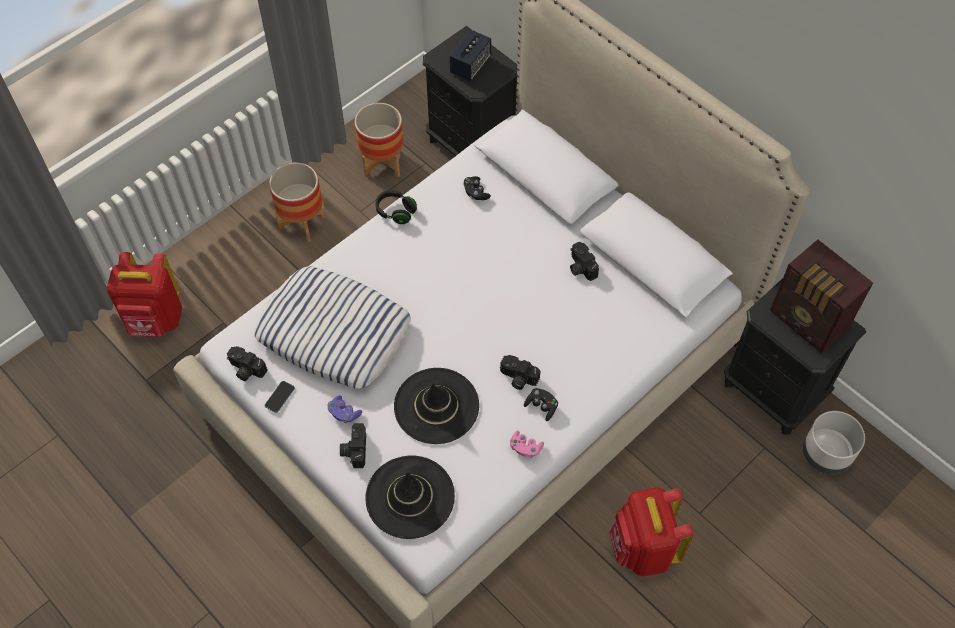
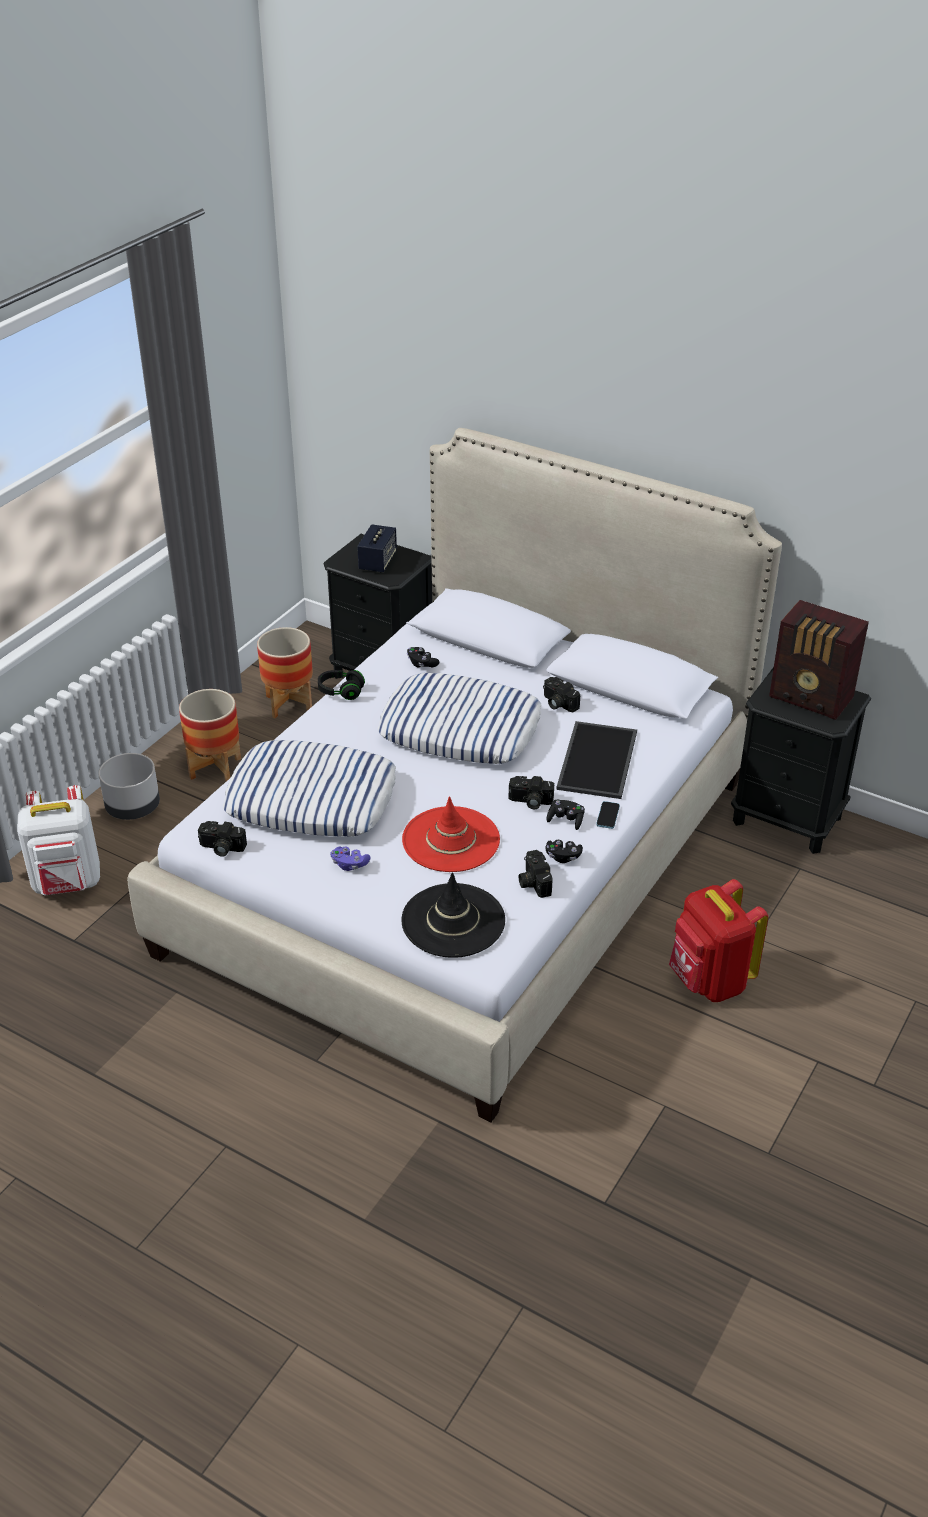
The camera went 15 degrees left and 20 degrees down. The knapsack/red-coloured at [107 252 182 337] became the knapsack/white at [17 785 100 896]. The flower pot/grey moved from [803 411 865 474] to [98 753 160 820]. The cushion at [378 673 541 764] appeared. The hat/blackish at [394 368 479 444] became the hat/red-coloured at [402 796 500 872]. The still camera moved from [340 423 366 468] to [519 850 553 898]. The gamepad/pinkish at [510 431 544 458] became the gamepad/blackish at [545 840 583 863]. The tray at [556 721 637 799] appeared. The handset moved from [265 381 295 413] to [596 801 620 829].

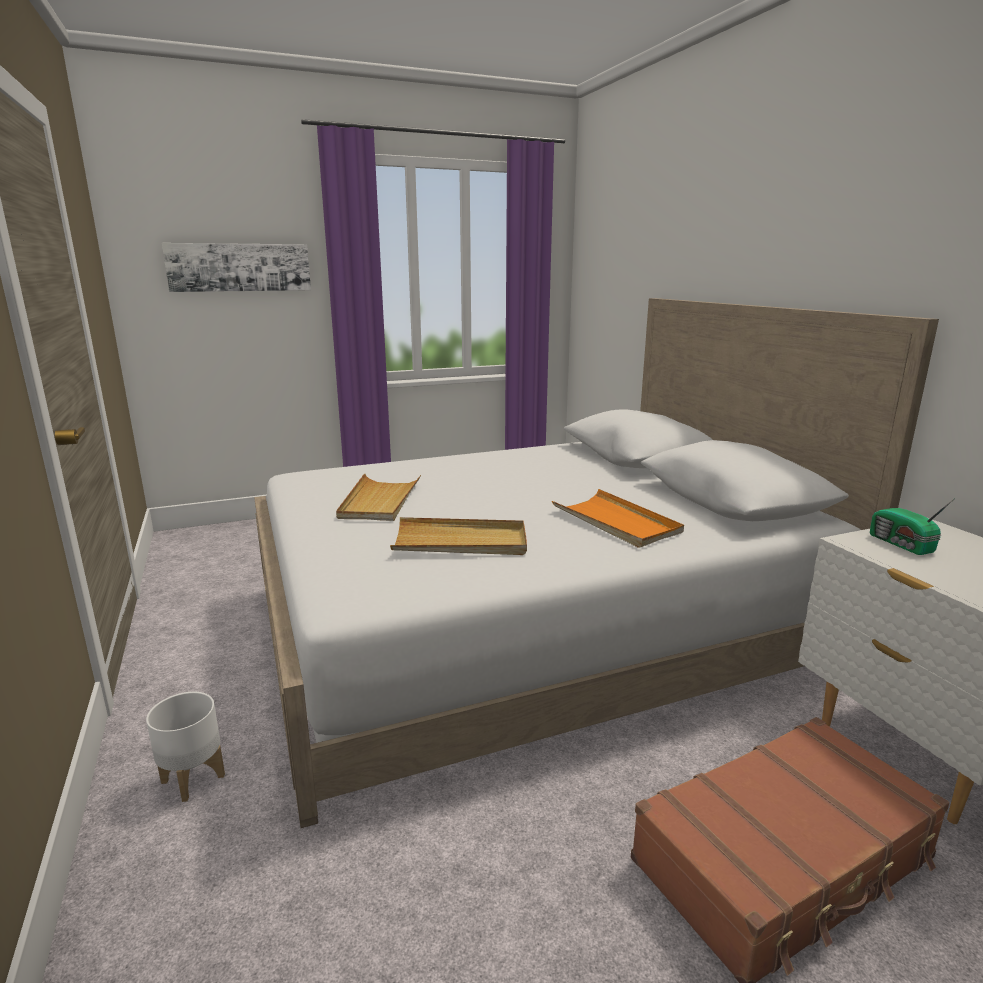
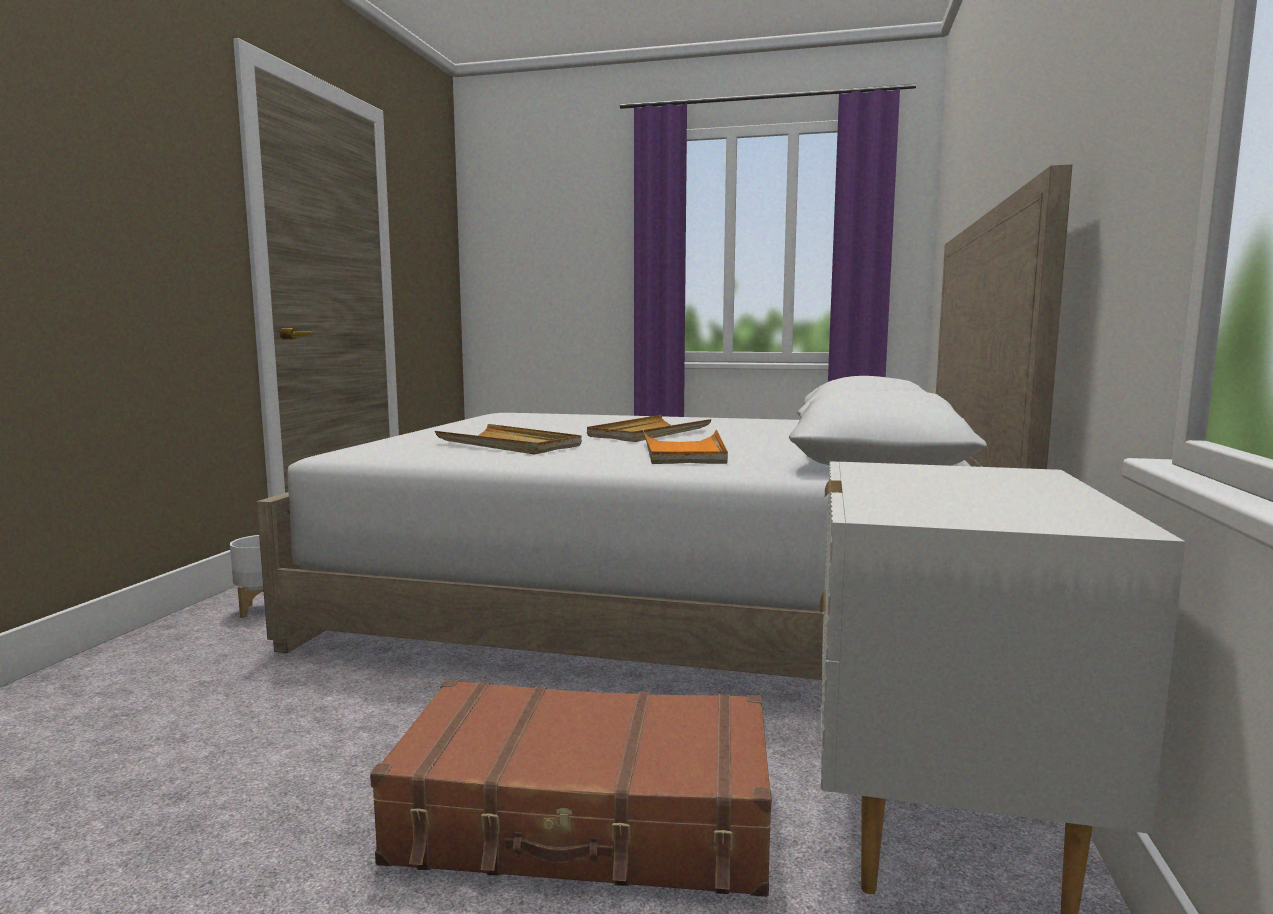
The camera went 35 degrees right and 10 degrees down. The tray/beige moved from [336 473 421 521] to [587 415 712 442]. The picture at [162 243 311 292] disappeared. The radio receiver at [870 498 955 555] disappeared.

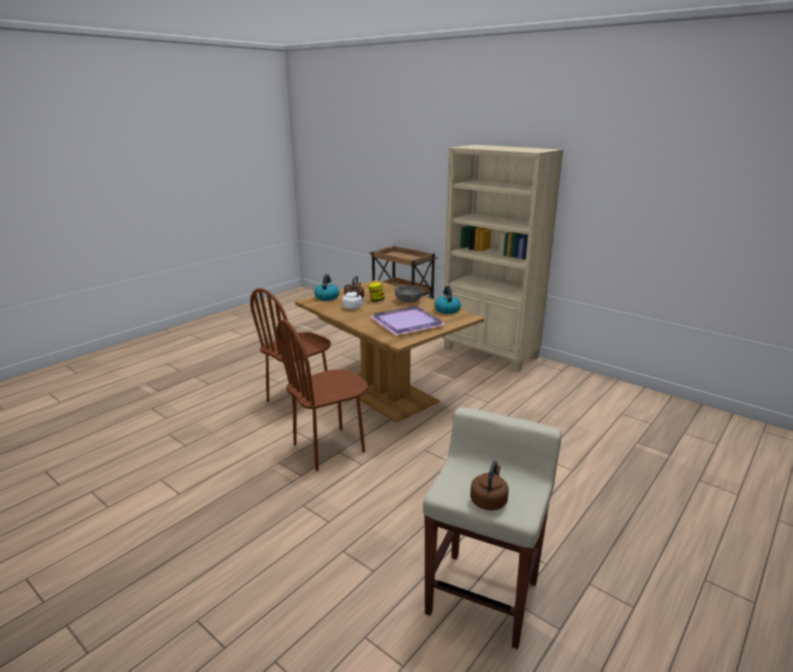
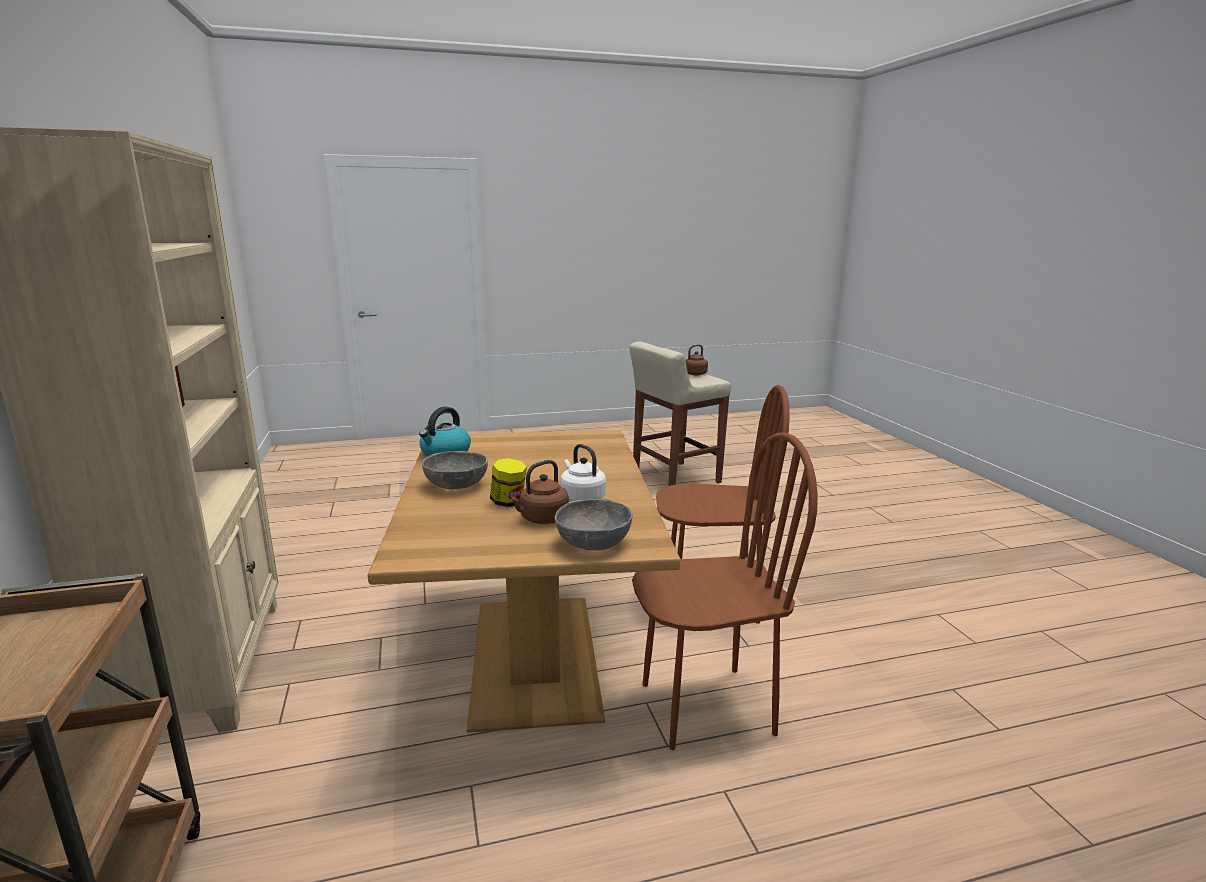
The camera went 145 degrees left and 5 degrees down. The water kettle at [314 274 339 301] was replaced by the bowl/grey at [555 499 633 550]. The tray/purple-coloured at [370 306 446 336] disappeared.

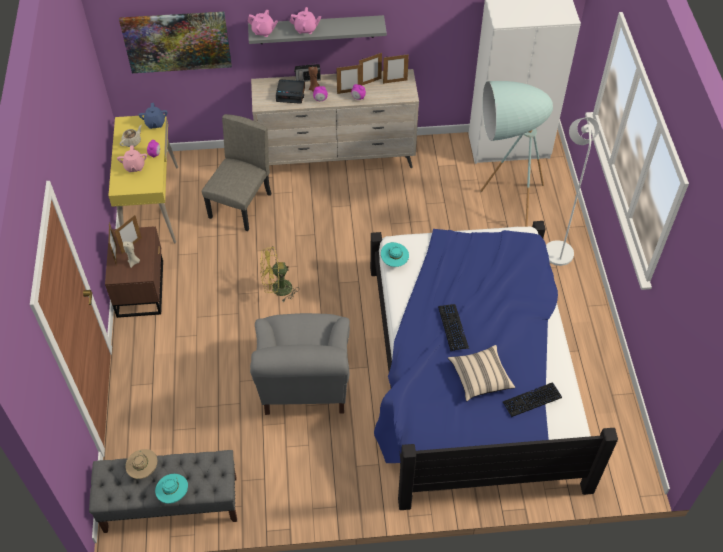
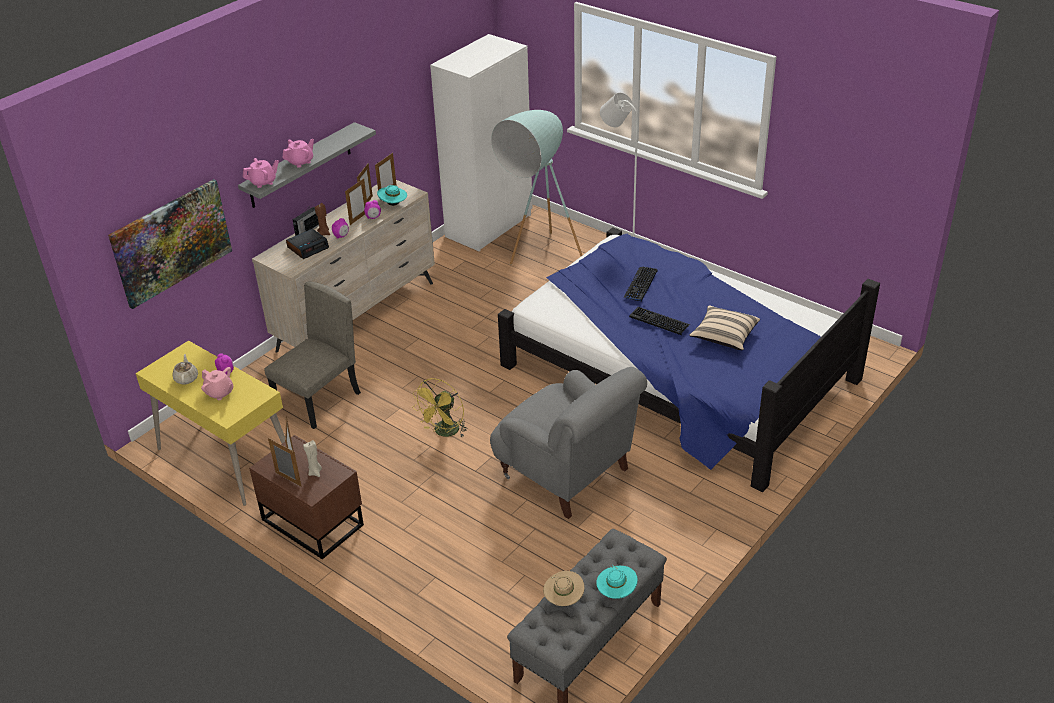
The camera went 45 degrees left and 15 degrees down. The plain chair/beige at [202 114 272 231] turned 60 degrees clockwise. The hat/turquoise moved from [381 242 409 267] to [377 185 407 206]. The PC keyboard moved from [503 382 562 417] to [624 267 658 301]. The tea pot/blue at [139 103 168 129] disappeared.

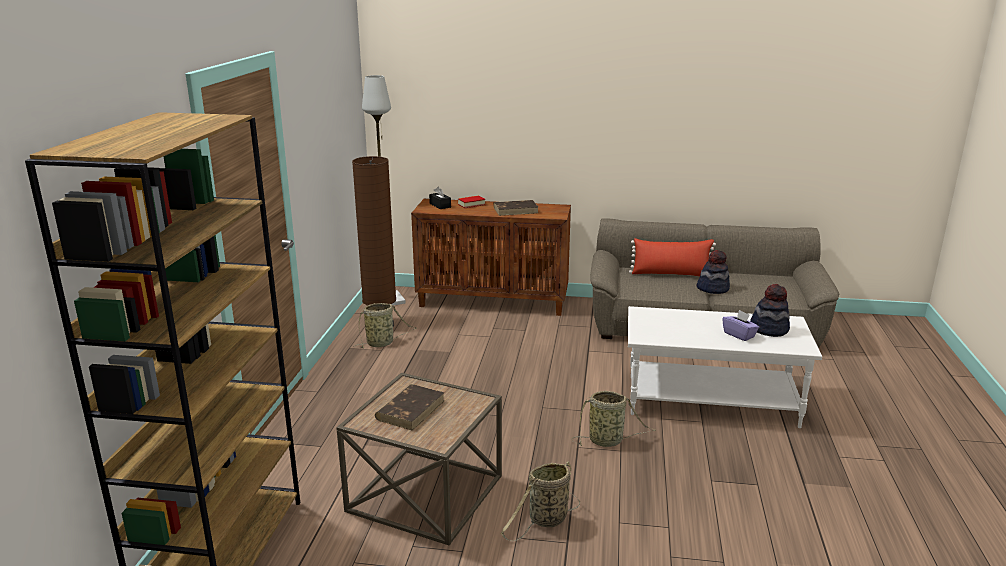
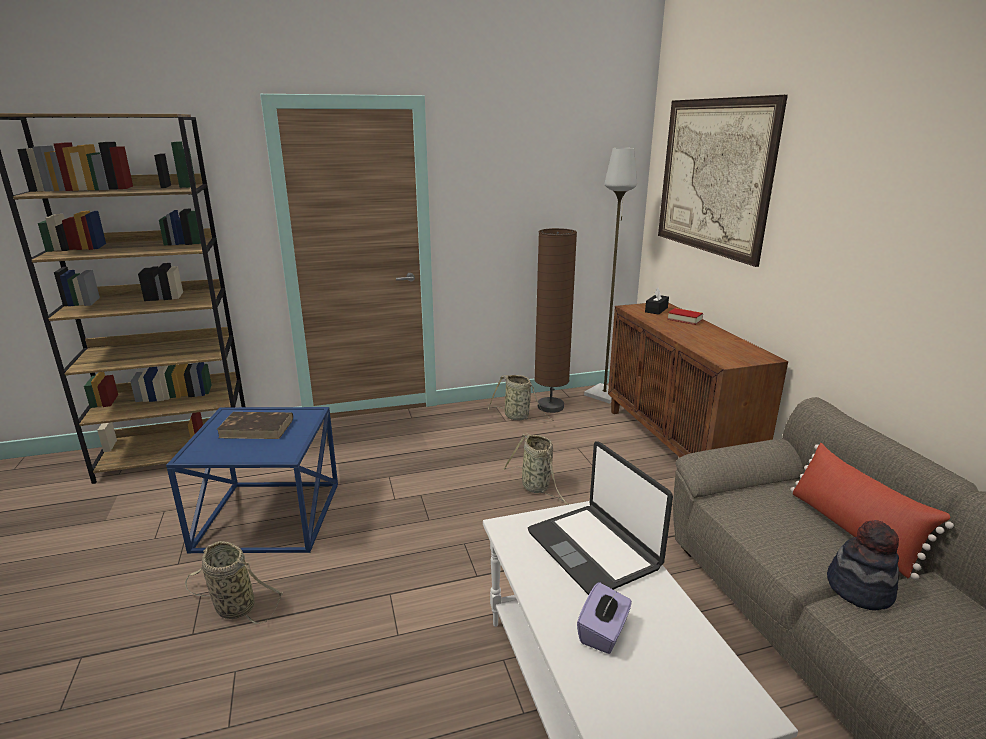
The camera went 65 degrees right and 0 degrees up. The accent table/brown-coloured at [336 373 502 546] became the accent table/blue at [166 407 338 553]. The storage basket moved from [571 391 656 447] to [503 433 569 505]. The notebook computer at [528 441 673 595] appeared. The picture at [658 95 788 267] appeared. The volume/brown-coloured at [493 200 538 216] disappeared. The hat at [750 284 790 337] disappeared.

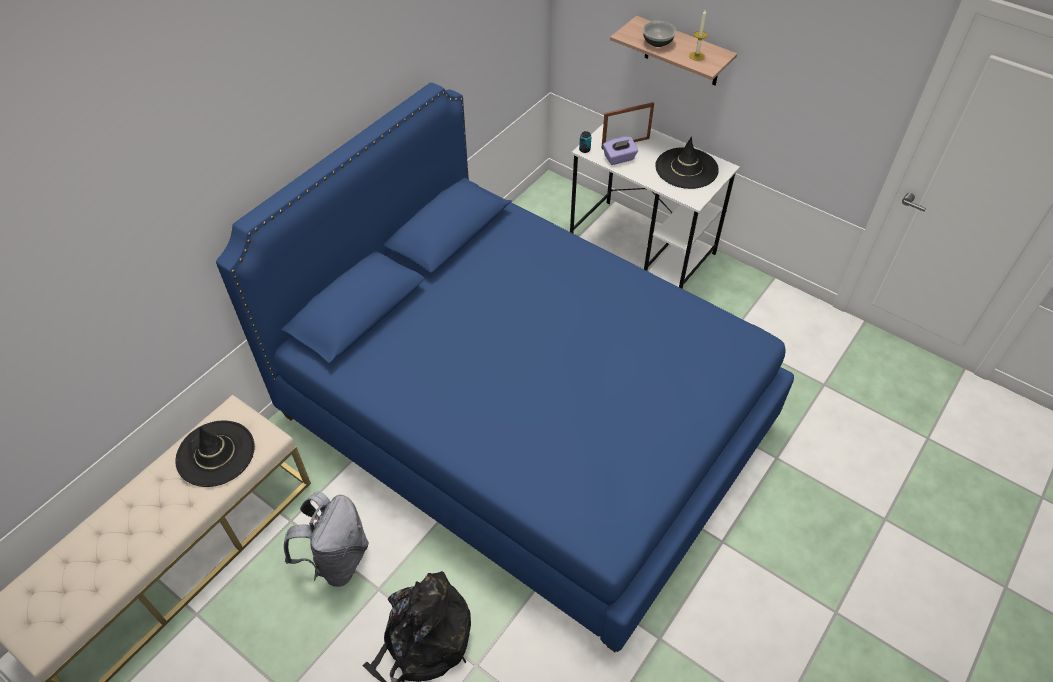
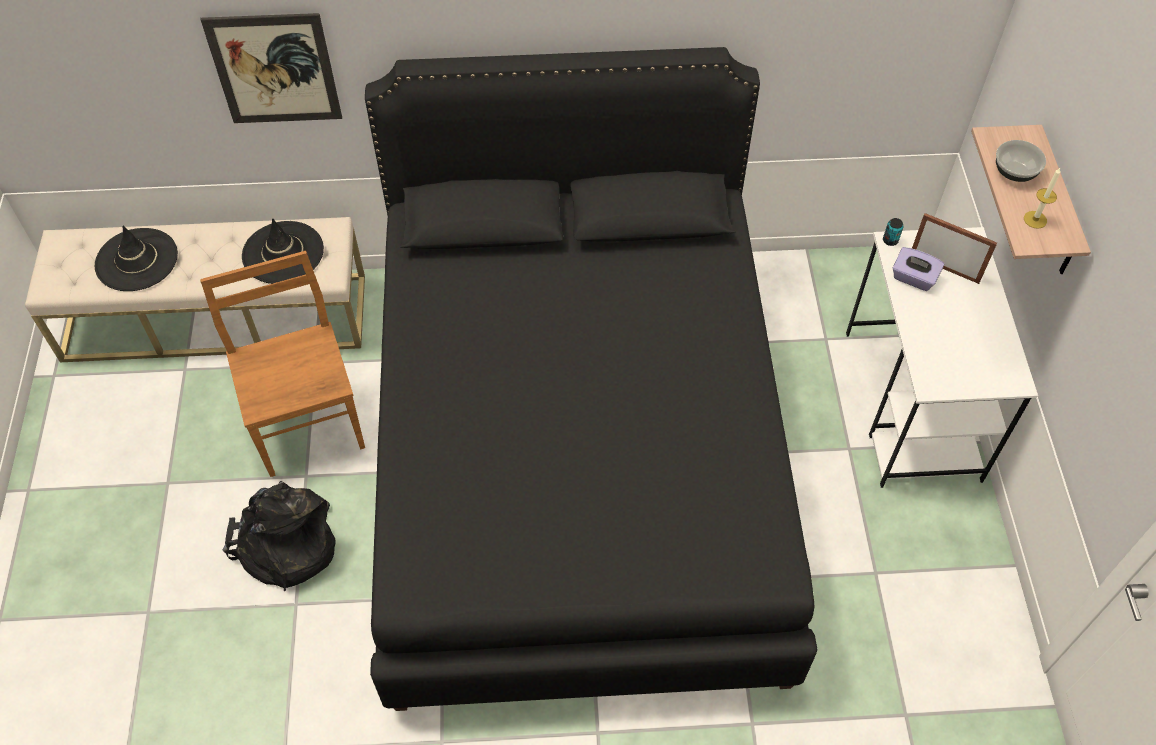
The camera went 50 degrees right and 5 degrees up. The hat/blackish moved from [655 136 719 189] to [95 226 178 291]. The picture at [200 13 342 123] appeared. The knapsack/grey at [284 492 369 587] was replaced by the plain chair/brown-coloured at [200 251 365 477]. The bedroom bed/blue at [216 83 794 652] became the bedroom bed/blackish at [365 47 817 711].

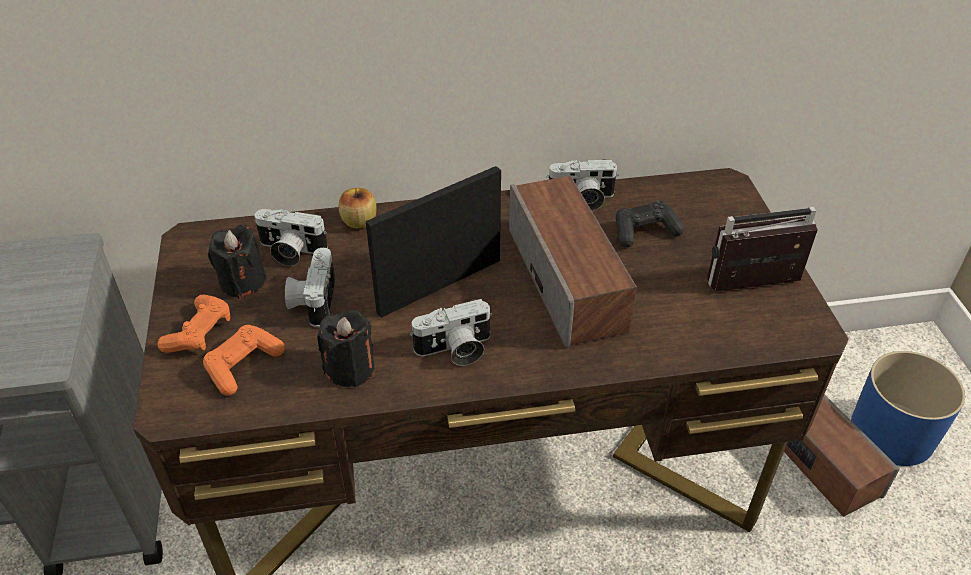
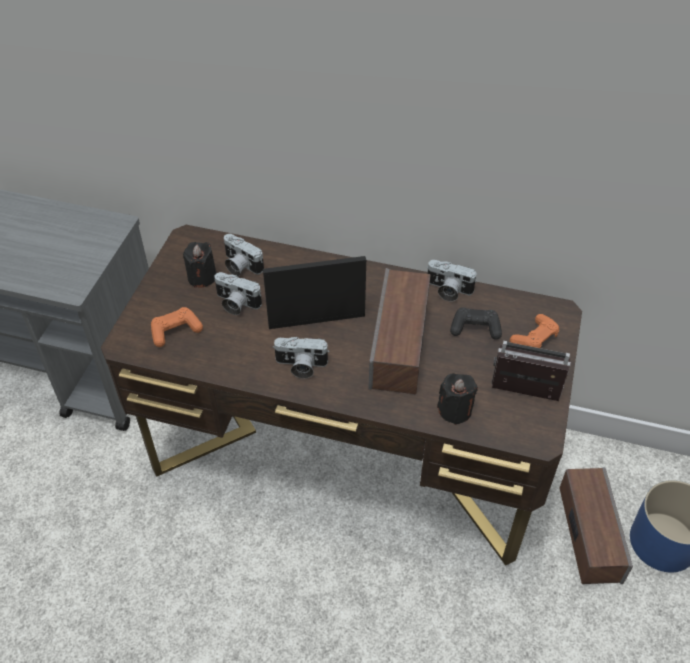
The camera went 25 degrees right and 5 degrees up. The still camera at [285 248 335 327] turned 90 degrees counterclockwise. The wax light/blackish moved from [317 310 375 387] to [437 373 478 425]. The gamepad/orange moved from [157 295 230 353] to [510 314 559 348]. The whole apple at [338 188 377 228] disappeared.

